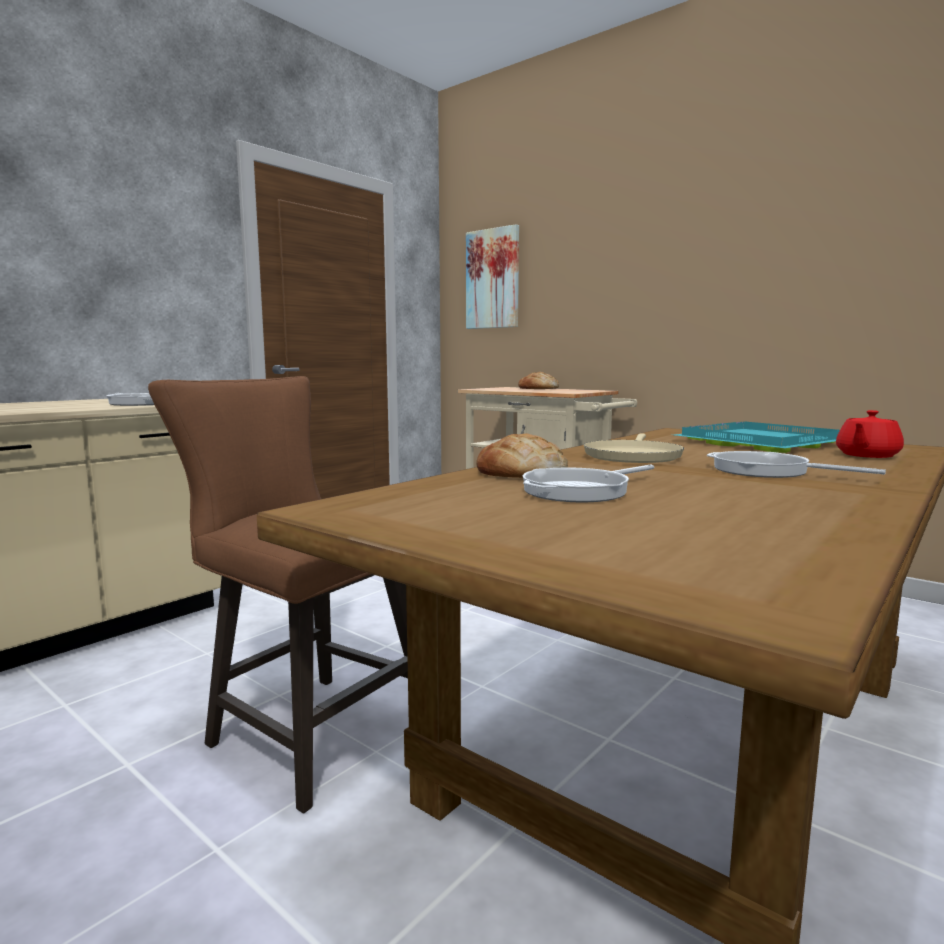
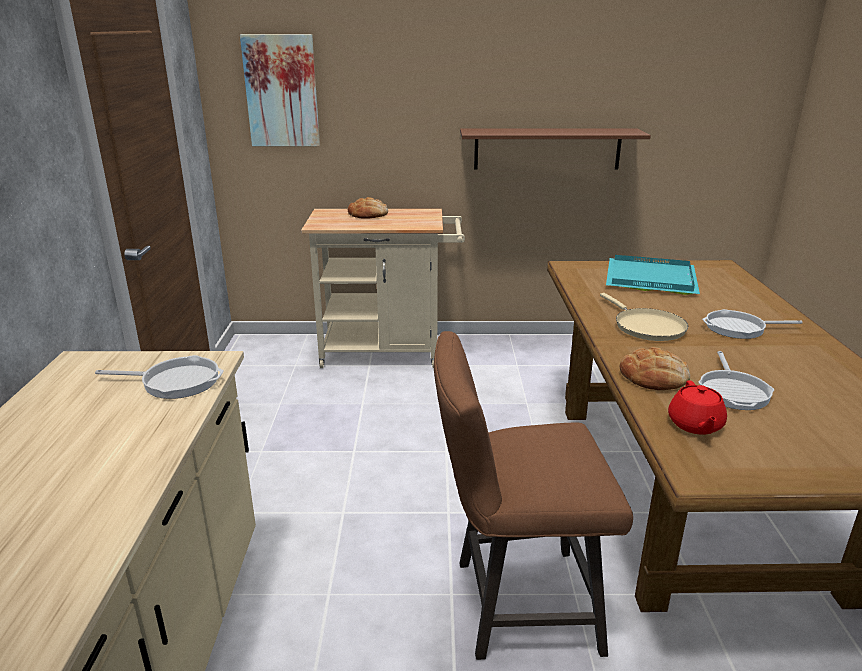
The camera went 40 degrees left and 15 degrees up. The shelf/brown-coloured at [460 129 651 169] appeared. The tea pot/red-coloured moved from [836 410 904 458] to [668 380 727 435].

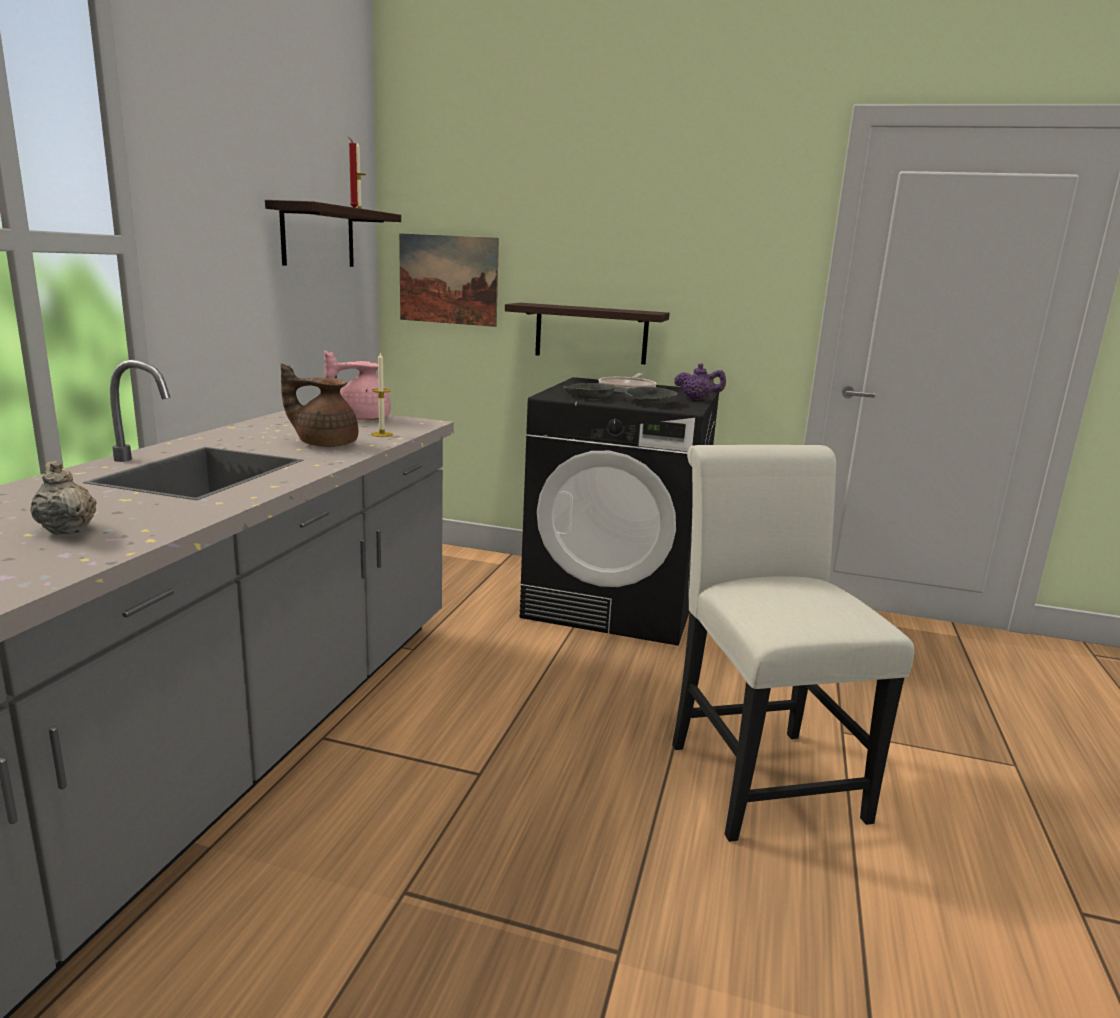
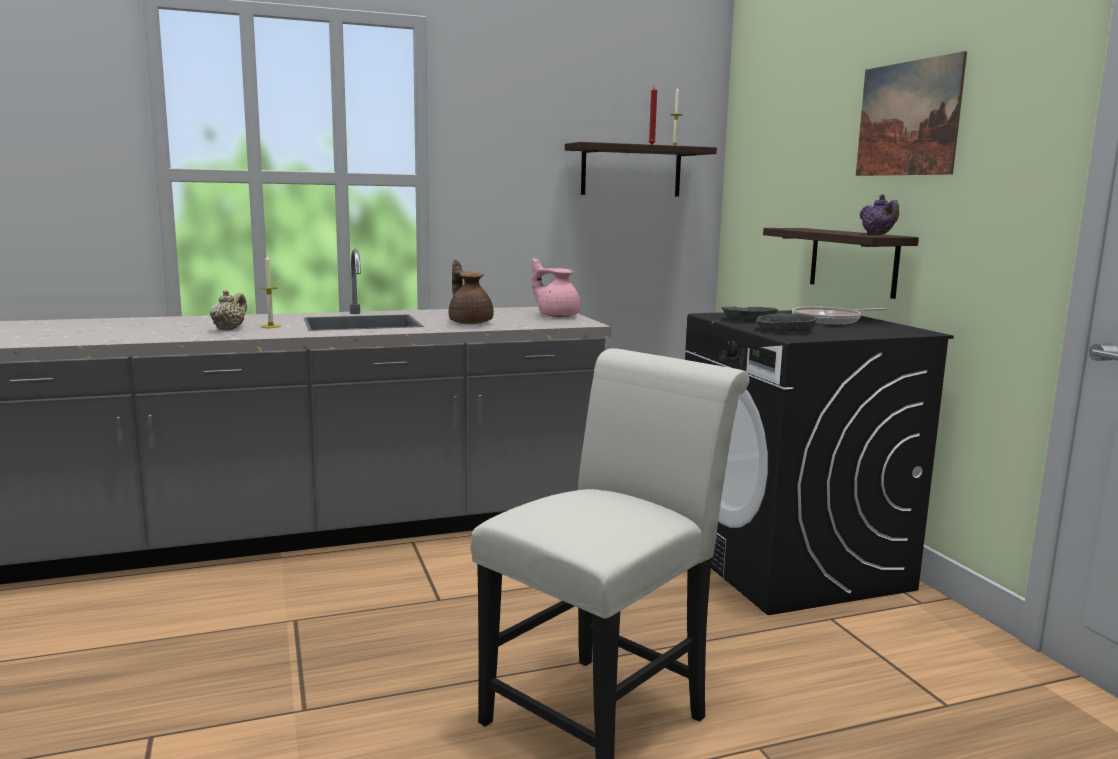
The camera went 55 degrees right and 5 degrees down. The wax light moved from [371 351 393 437] to [260 255 281 328]. The picture moved from [399 233 499 327] to [856 51 967 176]. The tea pot/purple-coloured moved from [674 363 726 400] to [860 194 899 234].

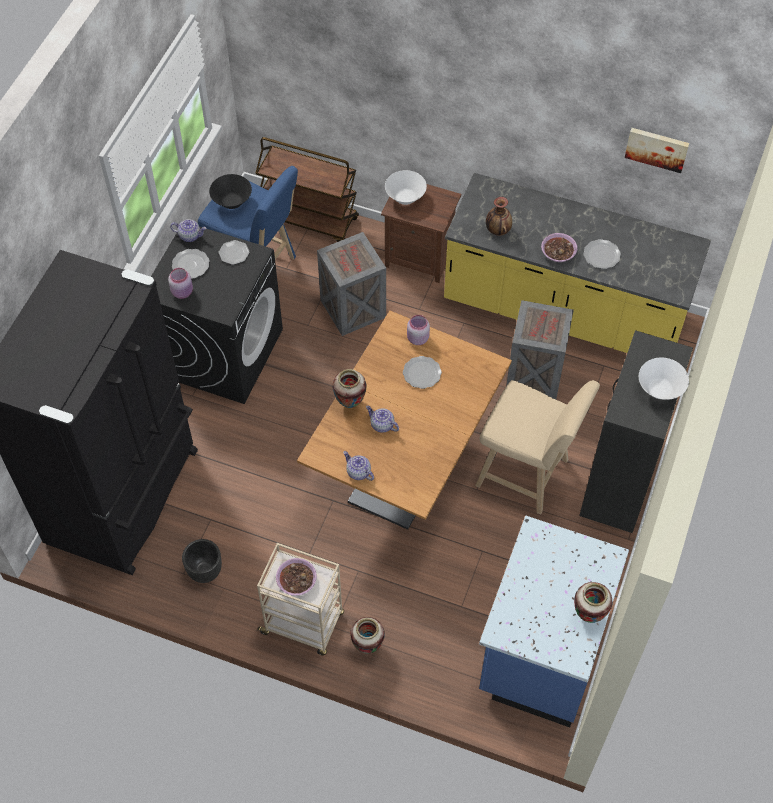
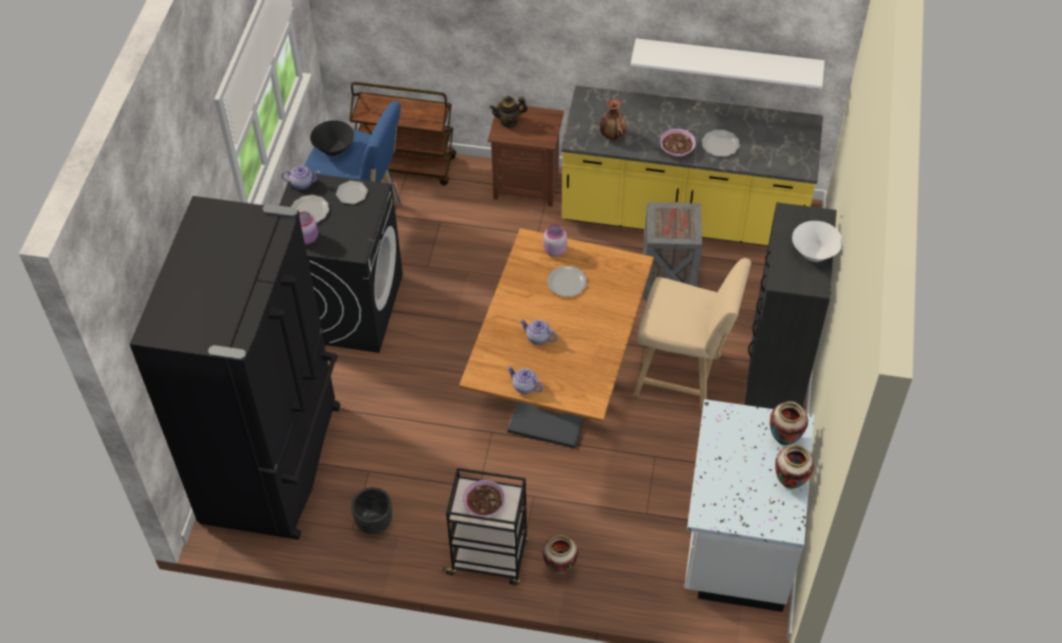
The camera went 10 degrees left and 5 degrees down. The trolley/beige at [257 543 344 656] became the trolley/blackish at [442 468 529 585]. The bowl/white at [385 170 427 205] was replaced by the tea pot at [490 96 528 128]. The shelf/white at [631 38 825 89] appeared. The kitchen base unit/blue at [479 516 629 727] became the kitchen base unit/white at [684 399 814 612]. The vase moved from [332 369 367 408] to [770 401 808 445]. The shipping crate at [317 232 386 336] disappeared. The picture at [625 128 689 173] disappeared.

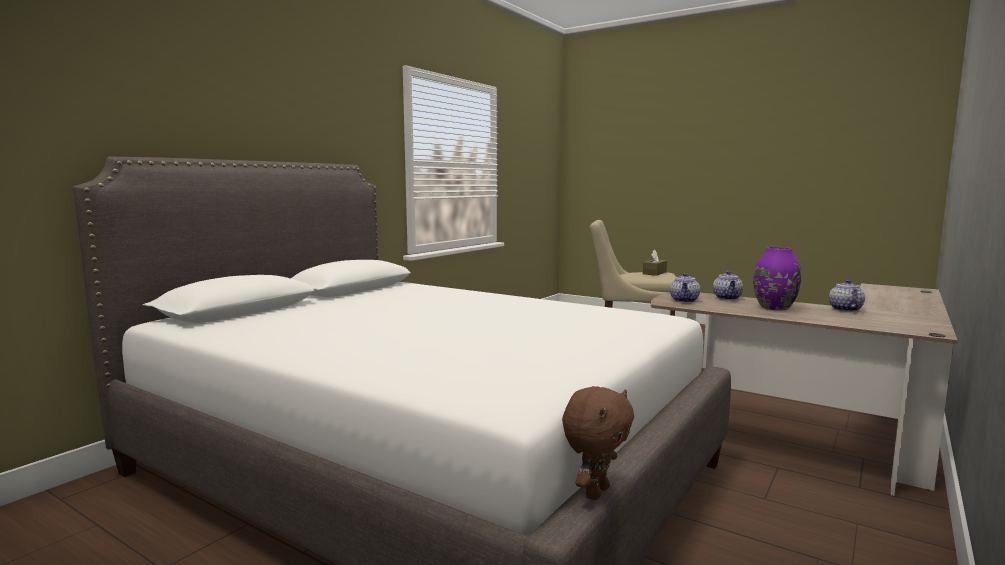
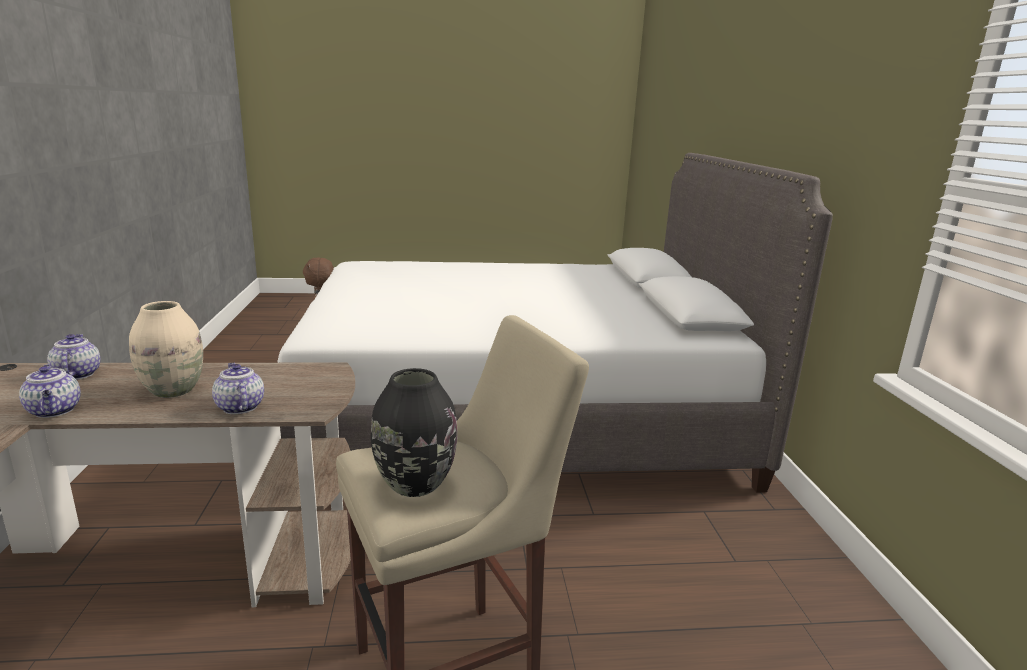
The camera went 140 degrees right and 10 degrees up. The tea pot moved from [670 273 700 303] to [47 334 100 380]. The vase/purple-coloured at [753 247 801 310] became the vase/beige at [129 301 203 398]. The tissue holder/brown-coloured at [643 250 667 276] was replaced by the vase/blackish at [371 368 457 497].

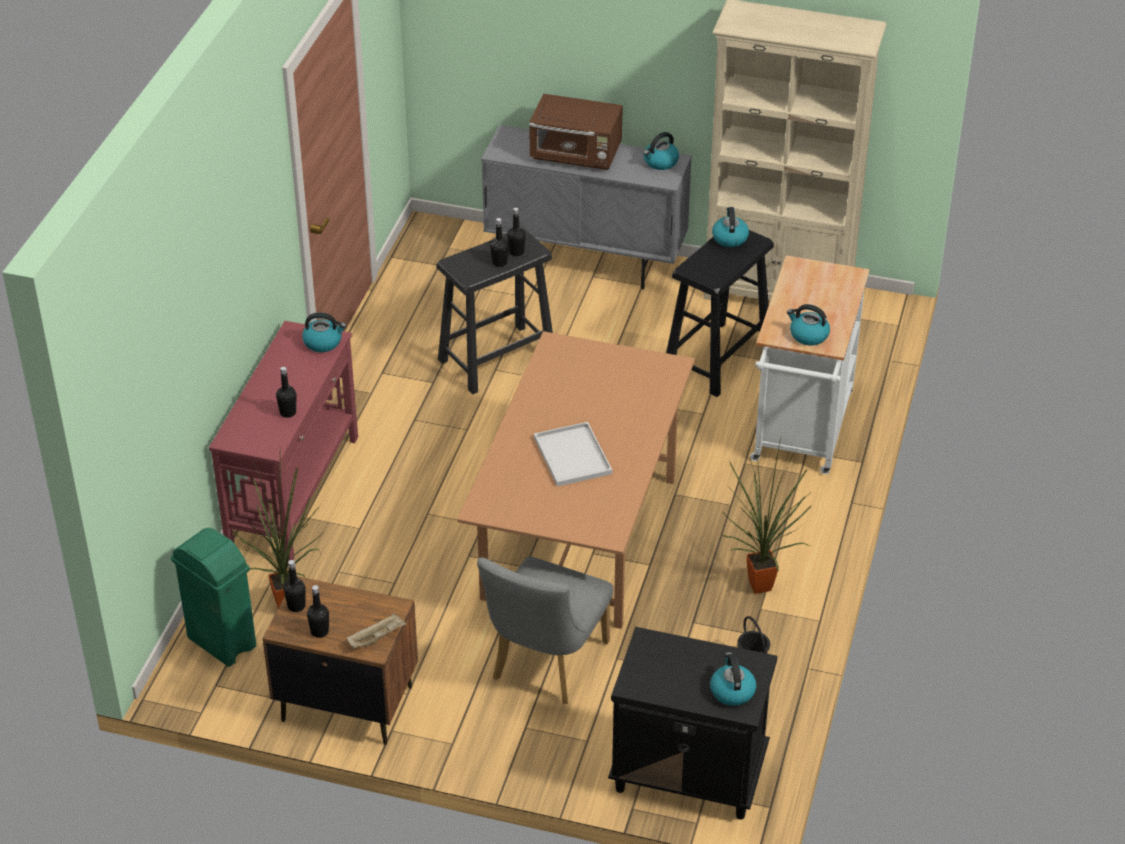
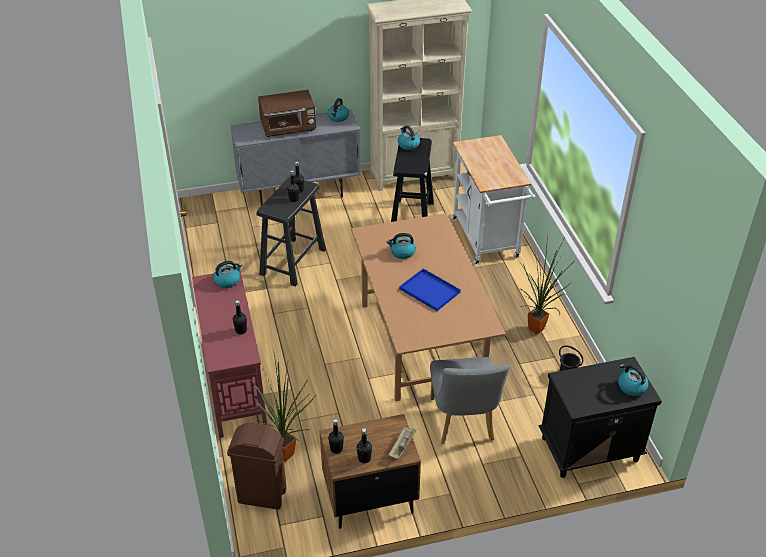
The camera went 30 degrees left and 0 degrees up. The waste bin/green-coloured at [171 528 256 667] became the waste bin/brown-coloured at [227 422 287 510]. The water kettle moved from [787 304 830 346] to [387 233 416 259]. The tray/white at [534 422 612 487] became the tray/blue at [399 268 461 311].

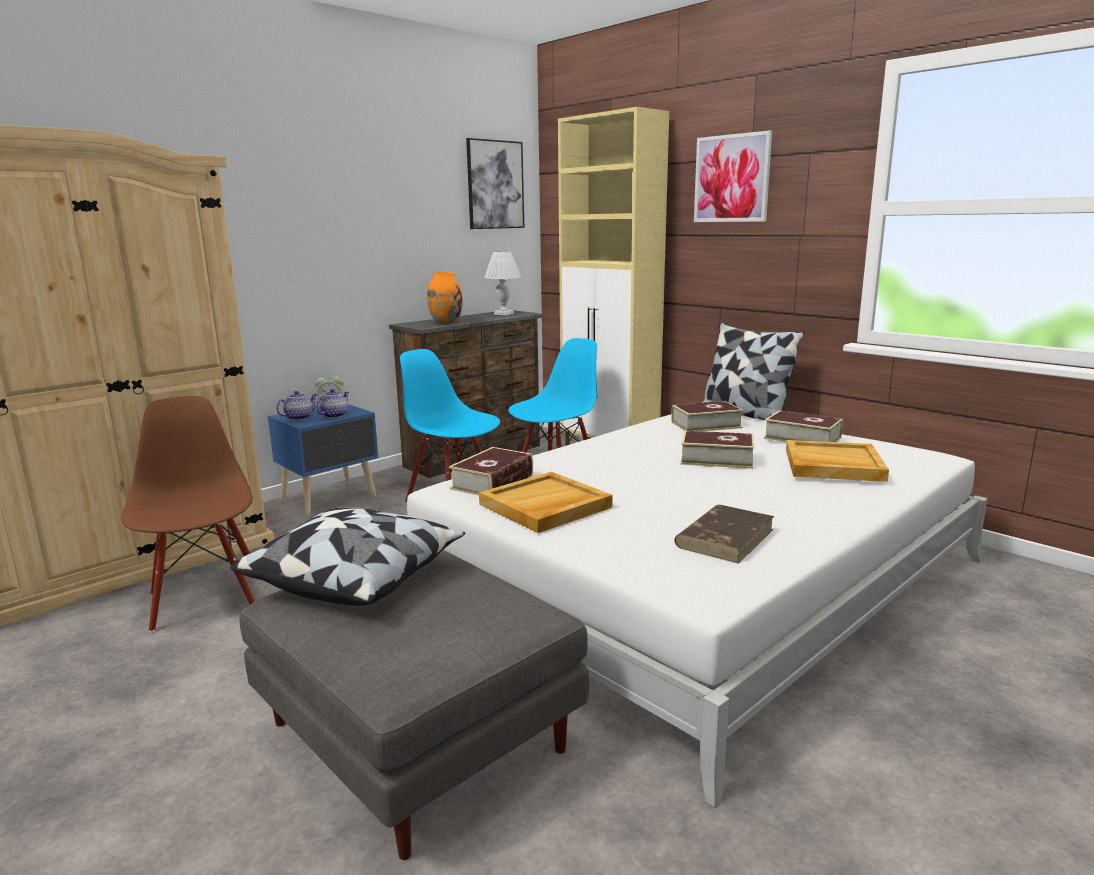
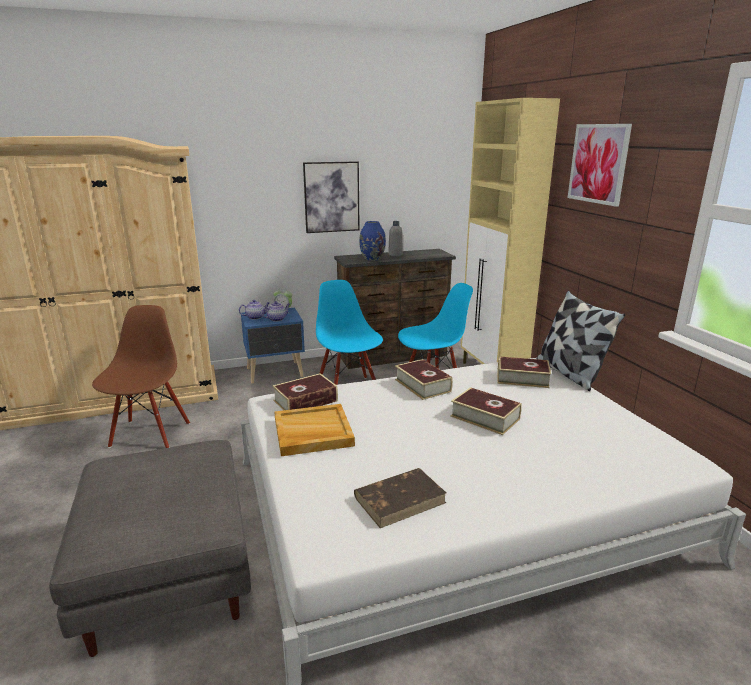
The camera went 25 degrees right and 5 degrees up. The picture moved from [466 138 524 229] to [303 161 360 233]. The vase/orange at [427 272 463 324] became the vase/blue at [359 221 386 261]. The bottle/grey at [388 221 403 256] appeared. The volume moved from [764 410 843 442] to [395 359 453 400]. The cushion at [231 507 465 606] disappeared. The table lamp/white at [484 251 521 315] disappeared. The tray/beige at [786 440 889 482] disappeared.

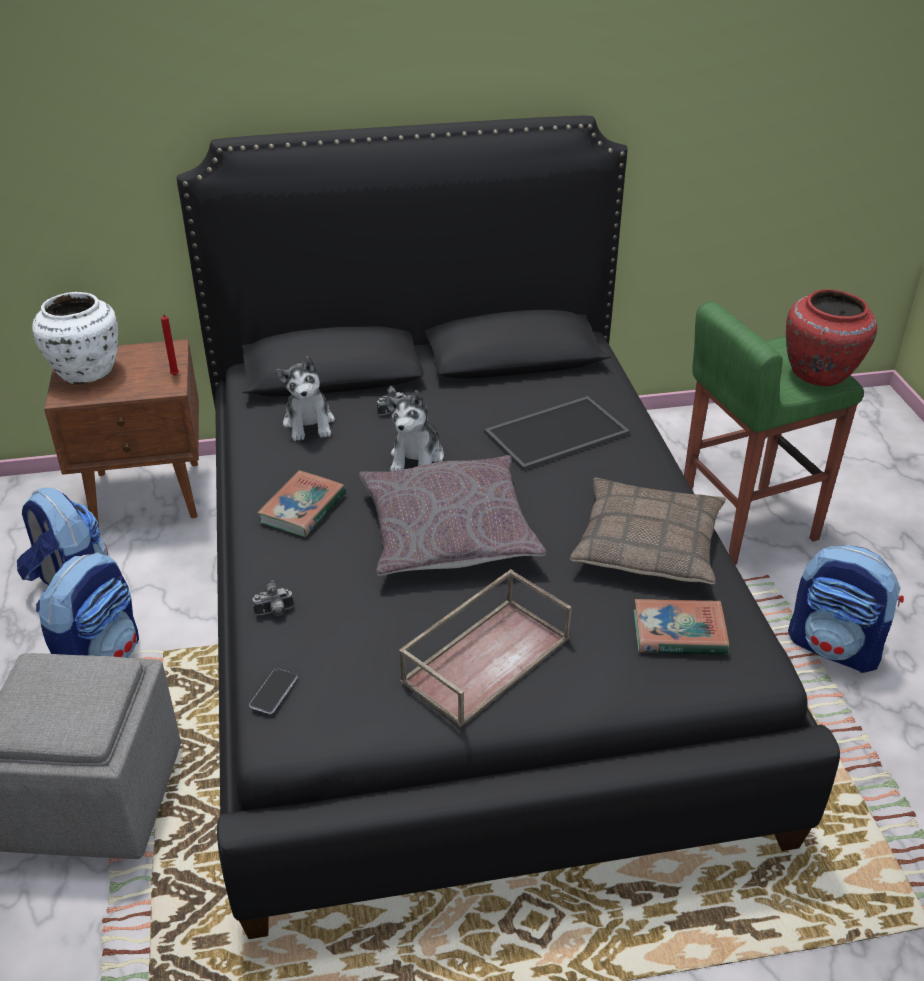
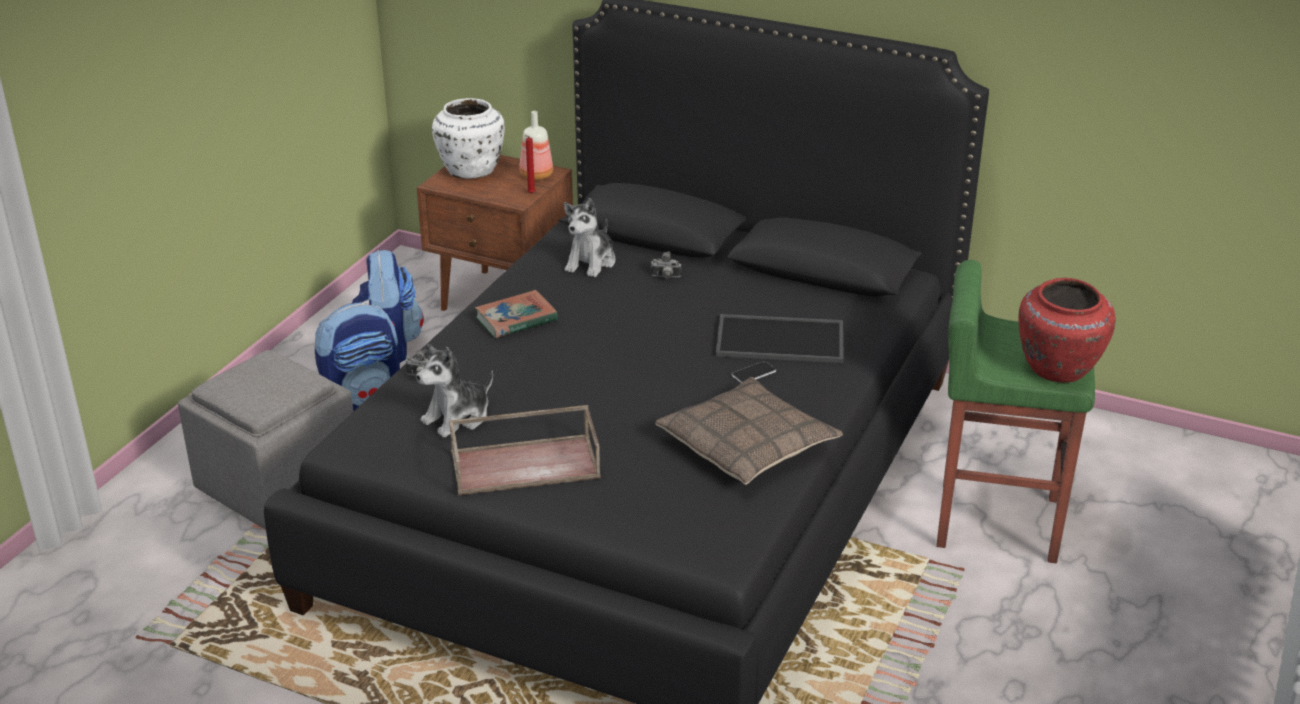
The camera went 35 degrees right and 5 degrees down. The cuddly toy moved from [385 390 444 471] to [416 344 493 438]. The bottle at [519 111 553 180] appeared. The handset moved from [249 668 298 714] to [731 361 776 383]. The cushion/grey at [359 455 546 576] disappeared. The volume at [633 599 729 655] disappeared. The knapsack at [788 545 904 673] disappeared.

